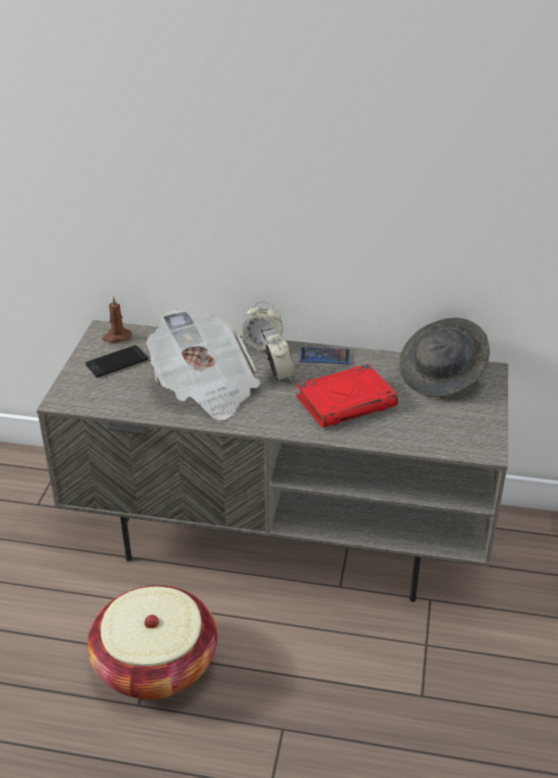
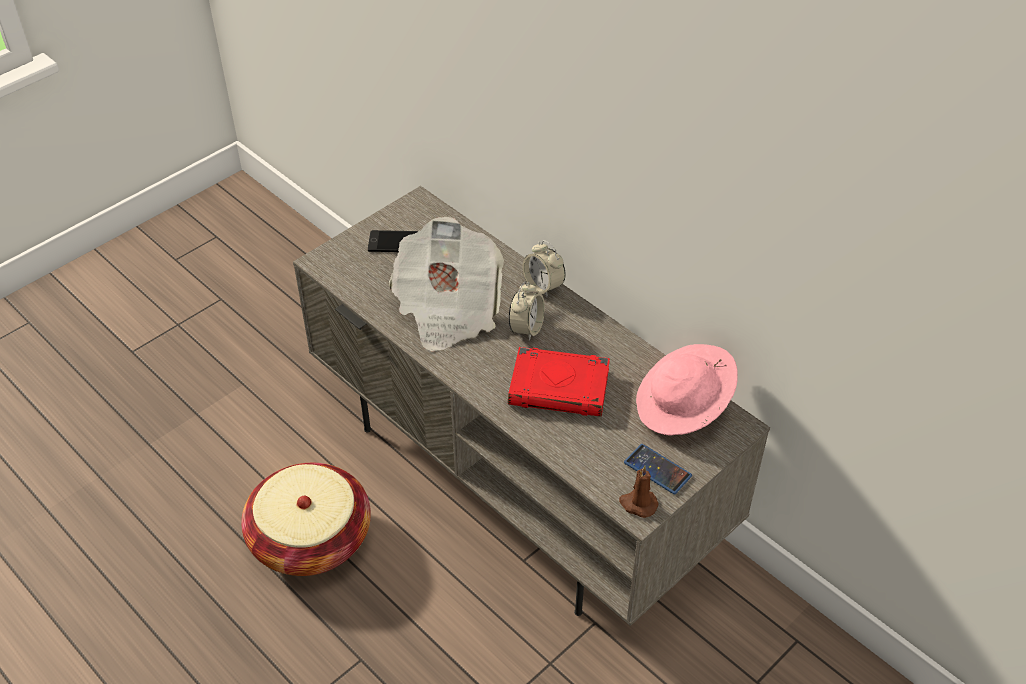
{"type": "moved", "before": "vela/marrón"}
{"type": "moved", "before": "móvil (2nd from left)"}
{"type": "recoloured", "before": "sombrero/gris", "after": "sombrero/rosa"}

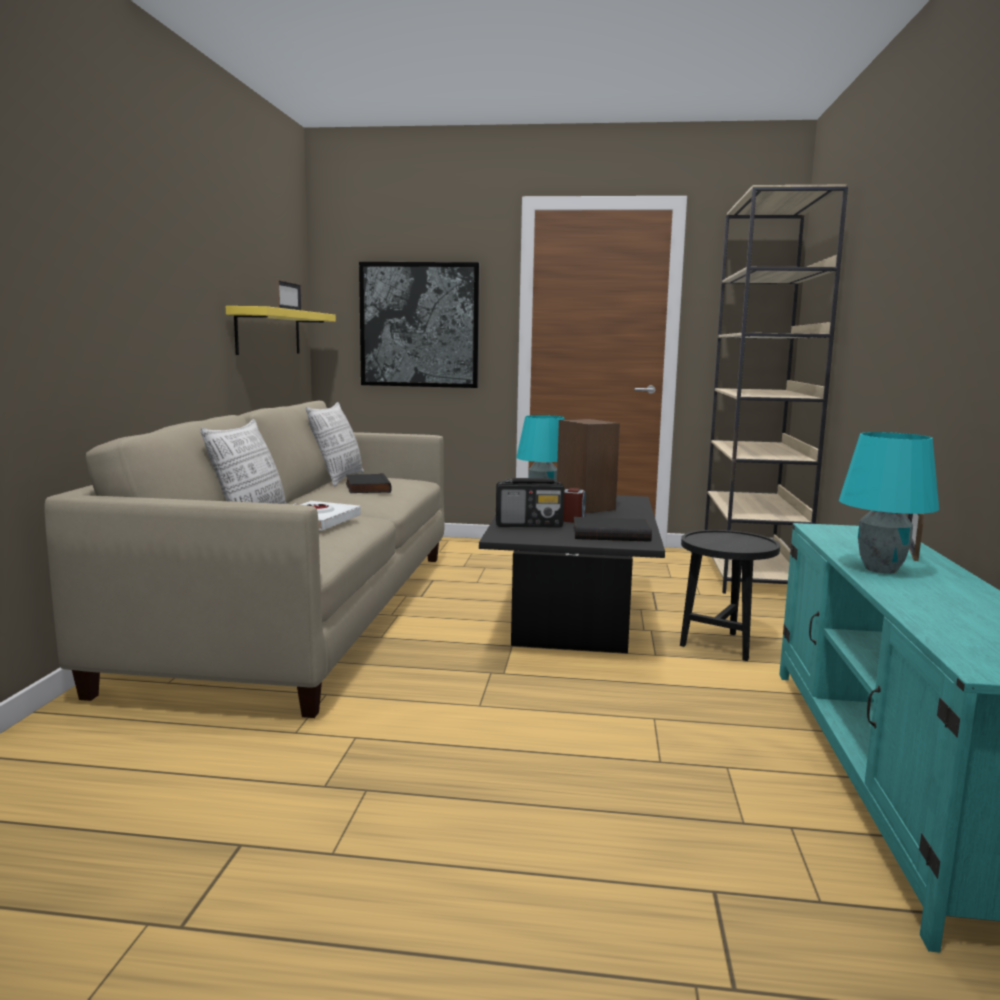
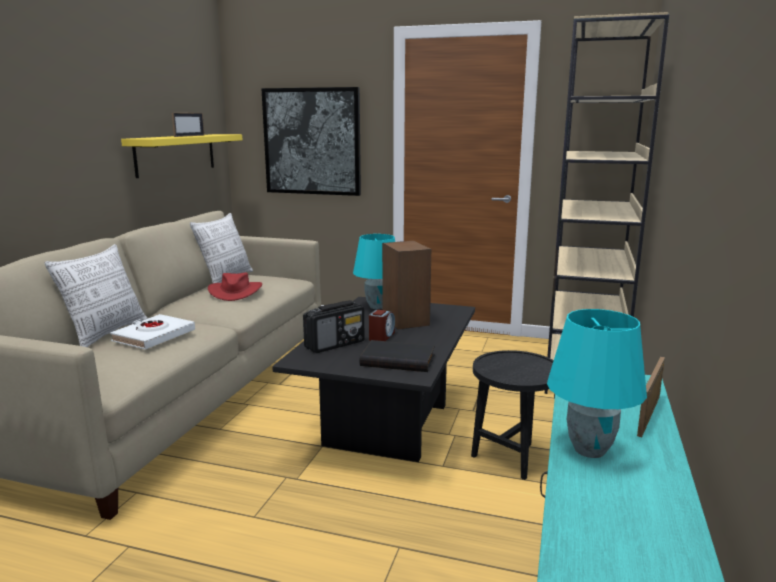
{"type": "replaced", "before": "libro/negro (1st from left)", "after": "sombrero/rojo"}
{"type": "turned", "before": "radio", "turn": -45}

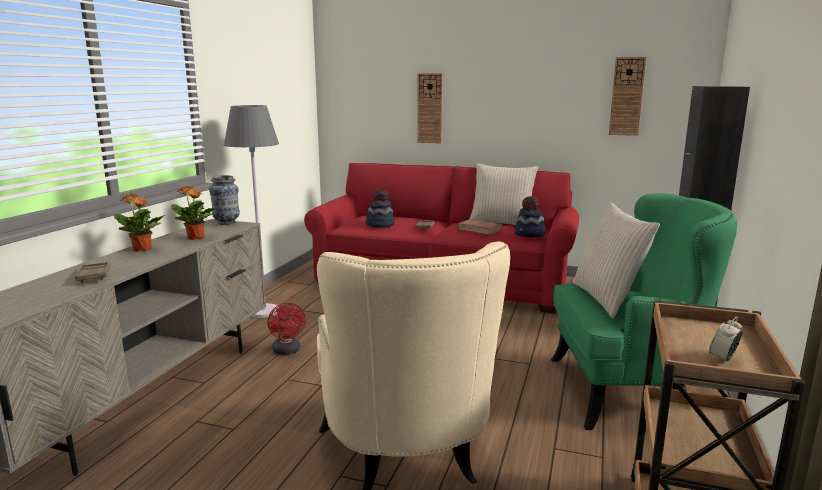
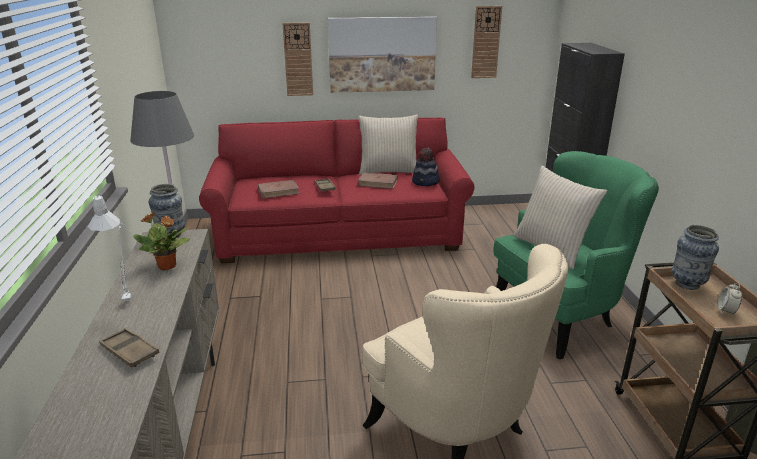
{"type": "replaced", "before": "planta en maceta (1st from left)", "after": "lámpara de mesa/gris"}
{"type": "replaced", "before": "sombrero (1st from left)", "after": "libro/marrón (1st from left)"}
{"type": "added", "after": "cuadro"}
{"type": "added", "after": "florero (2nd from left)"}
{"type": "removed", "before": "ventilador/rojo"}

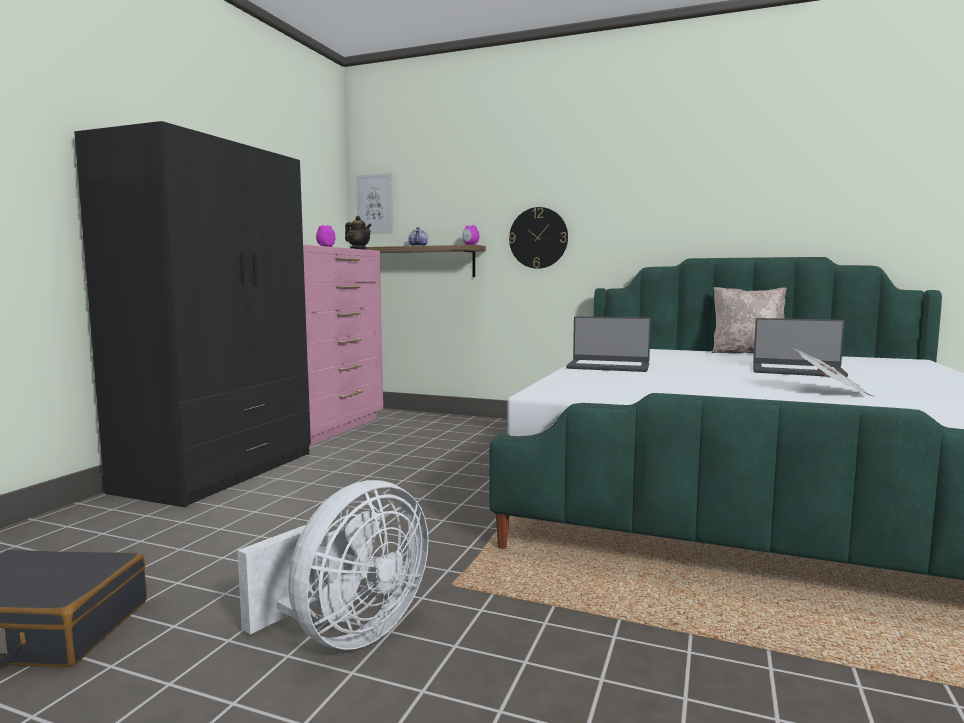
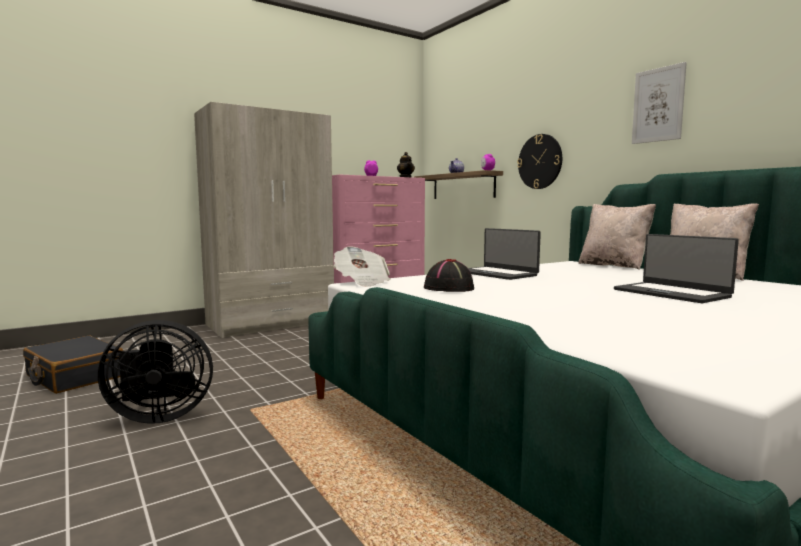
{"type": "recoloured", "before": "ventilador/blanco", "after": "ventilador/negro"}
{"type": "recoloured", "before": "armario ropero/negro", "after": "armario ropero/beis"}
{"type": "moved", "before": "periódico"}
{"type": "added", "after": "sombrero/negro"}
{"type": "added", "after": "cojín/beis (1st from left)"}
{"type": "moved", "before": "cuadro"}

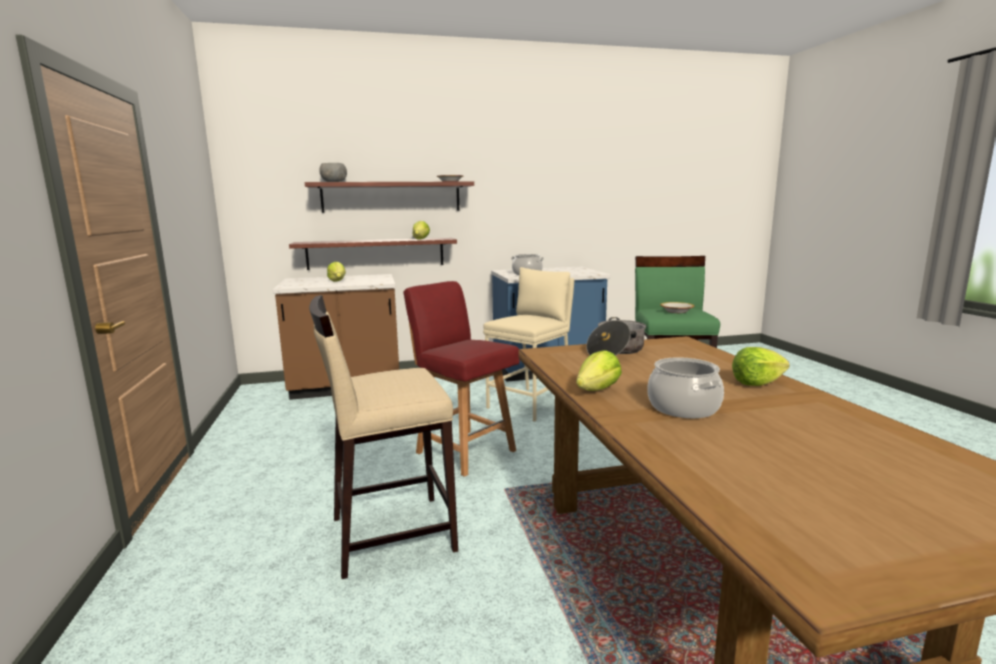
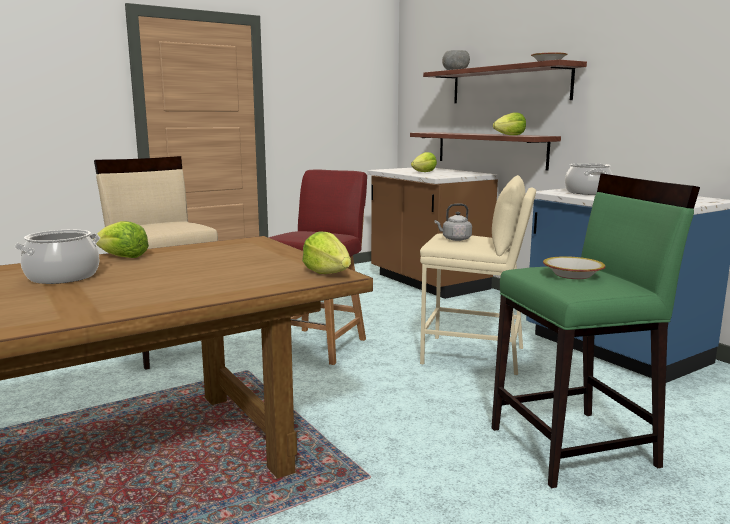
{"type": "moved", "before": "lechuga (4th from left in the first image)", "after": "lechuga (2nd from left)"}
{"type": "added", "after": "hervidor/gris"}
{"type": "removed", "before": "olla (2nd from left)"}

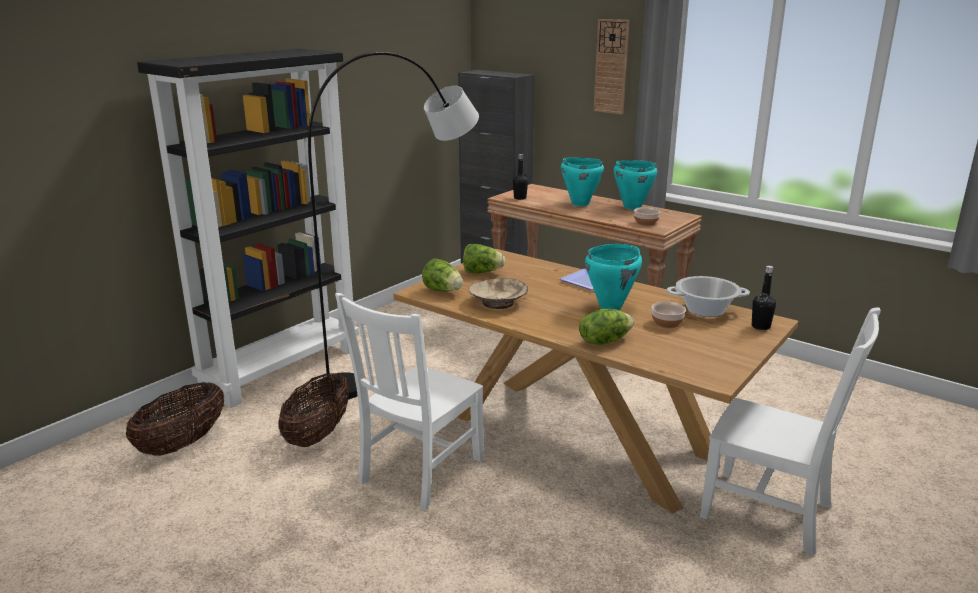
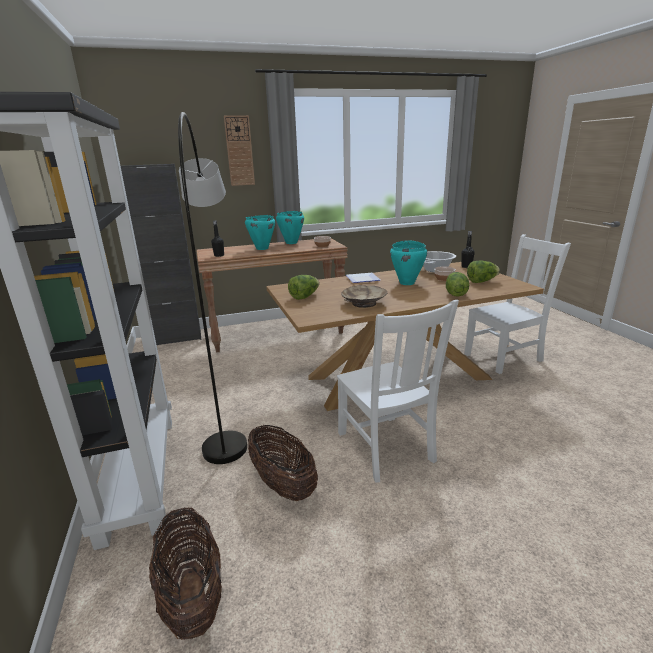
{"type": "moved", "before": "lechuga (1st from left in the first image)", "after": "lechuga (3rd from left)"}

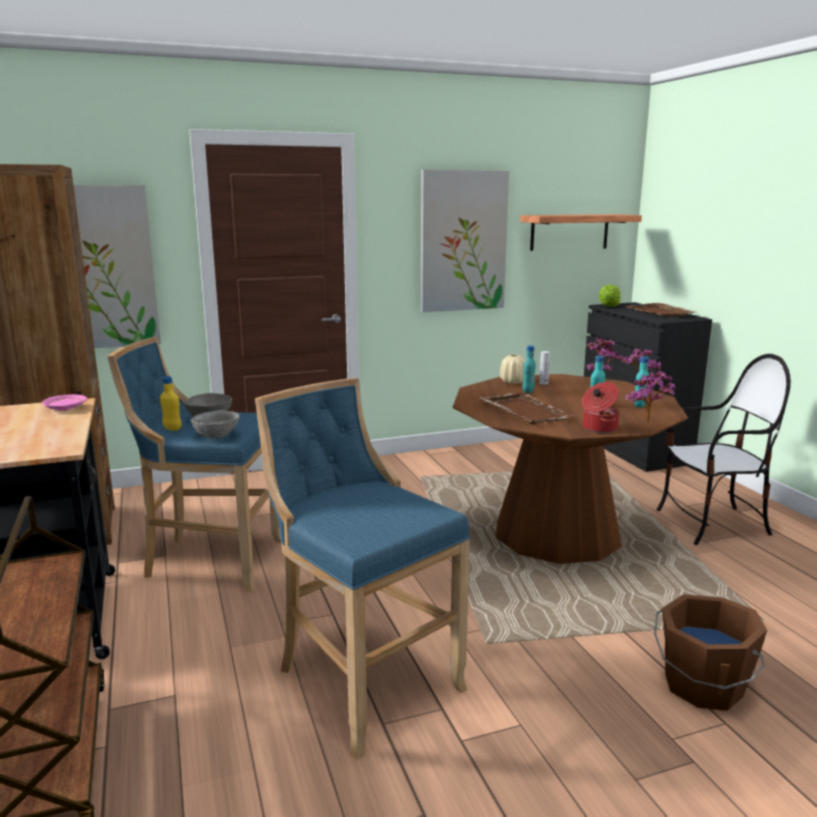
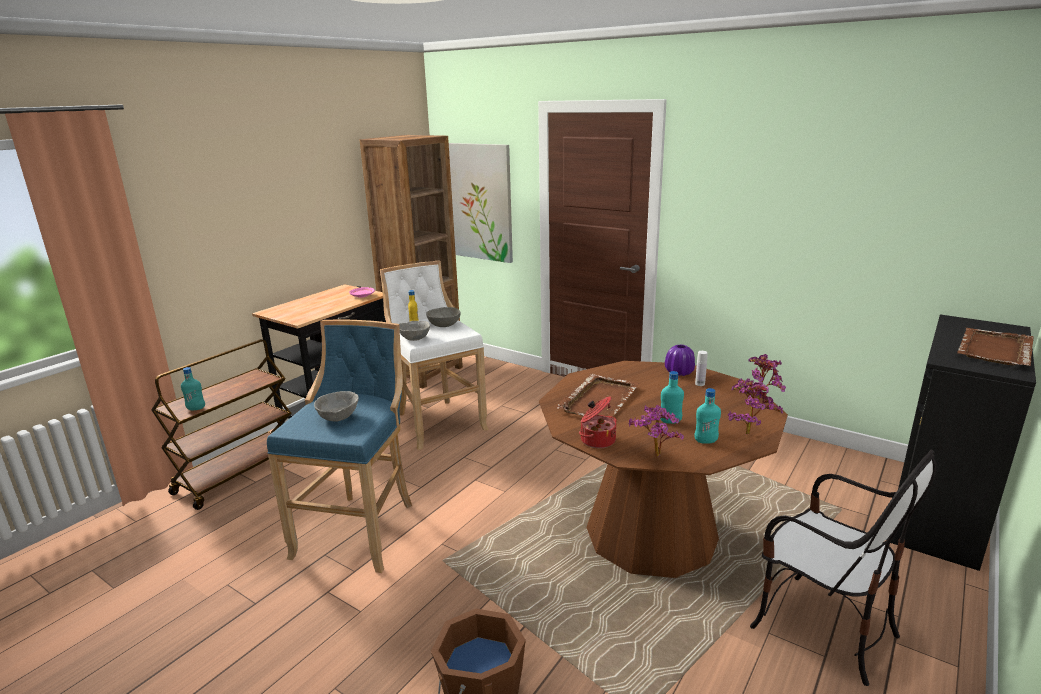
{"type": "moved", "before": "botella/turquesa (1st from left)"}
{"type": "added", "after": "cuenco/gris (1st from left)"}
{"type": "recoloured", "before": "taburete/azul (1st from left)", "after": "taburete/blanco"}
{"type": "recoloured", "before": "florero/beis", "after": "florero/morado"}
{"type": "removed", "before": "cuadro (2nd from left)"}
{"type": "removed", "before": "estante"}
{"type": "removed", "before": "lechuga"}

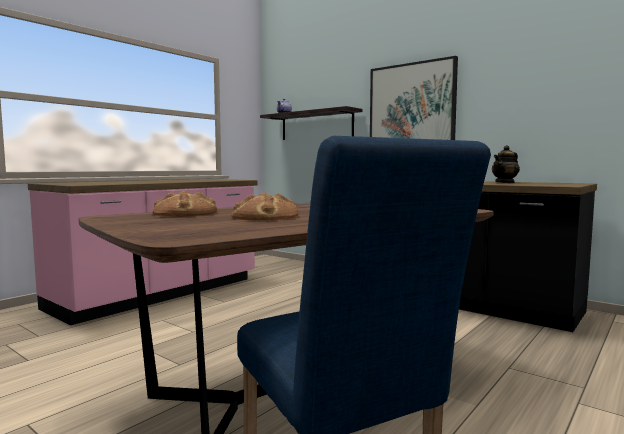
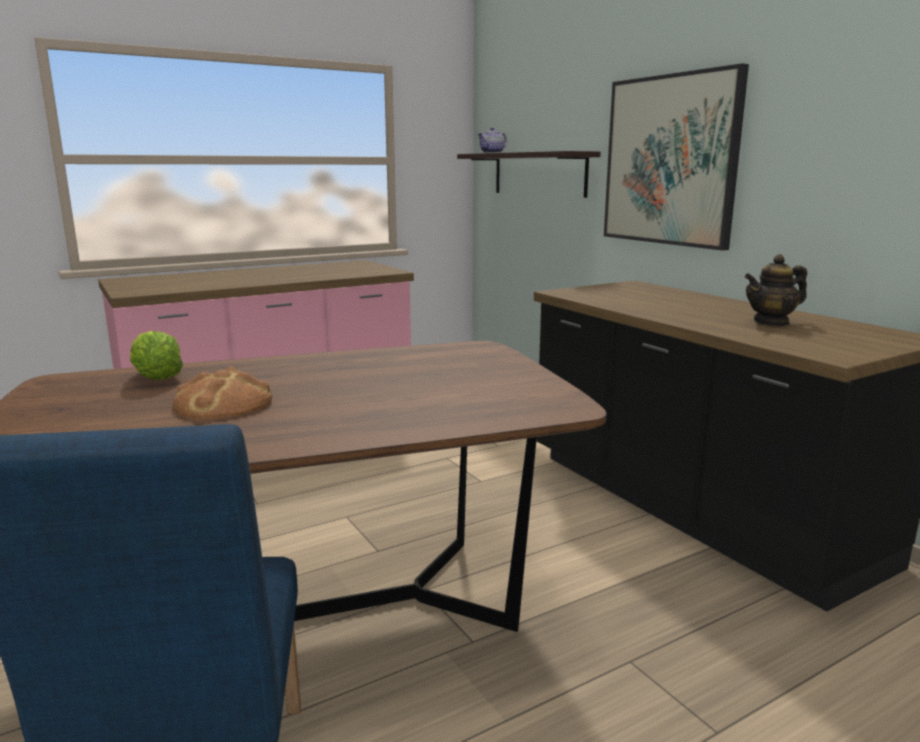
{"type": "replaced", "before": "pan (1st from left)", "after": "lechuga"}

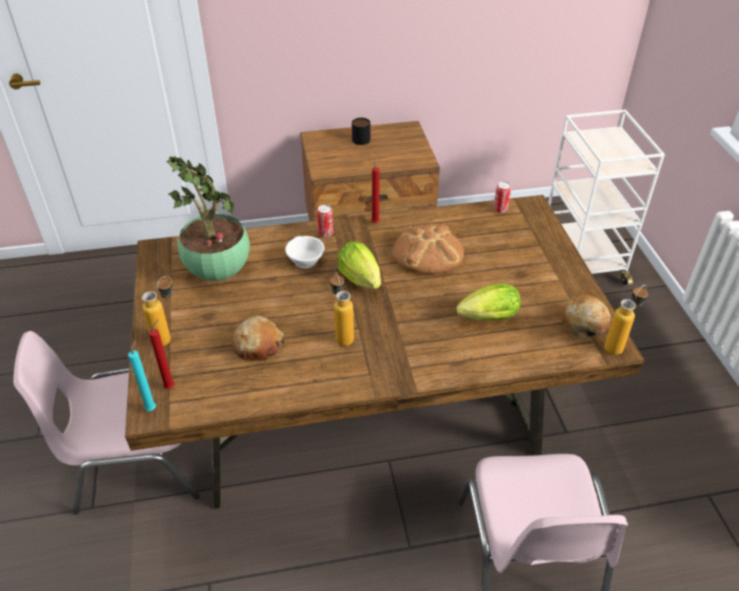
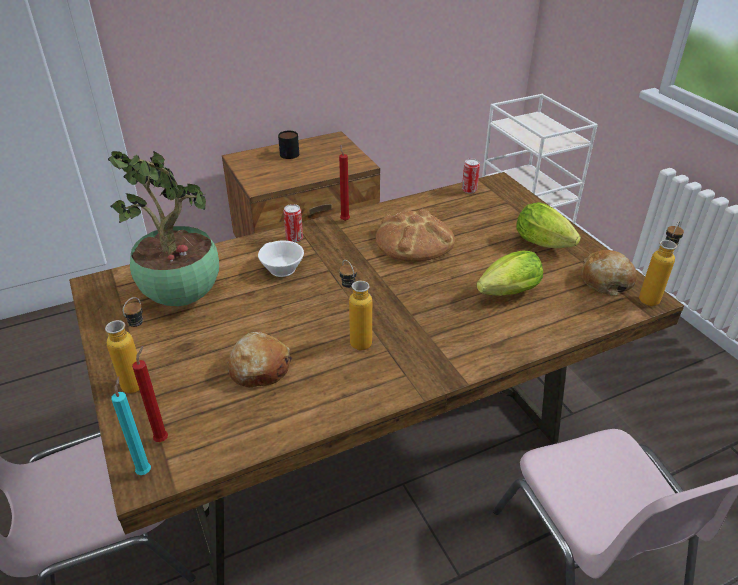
{"type": "moved", "before": "lechuga (1st from left in the first image)", "after": "lechuga (2nd from left)"}

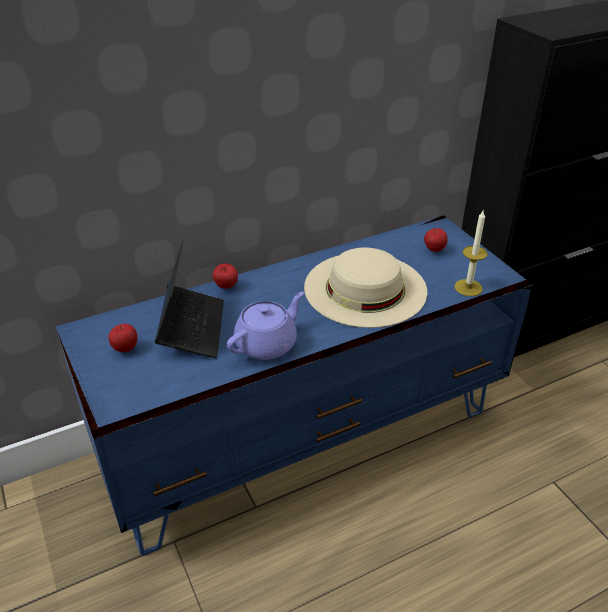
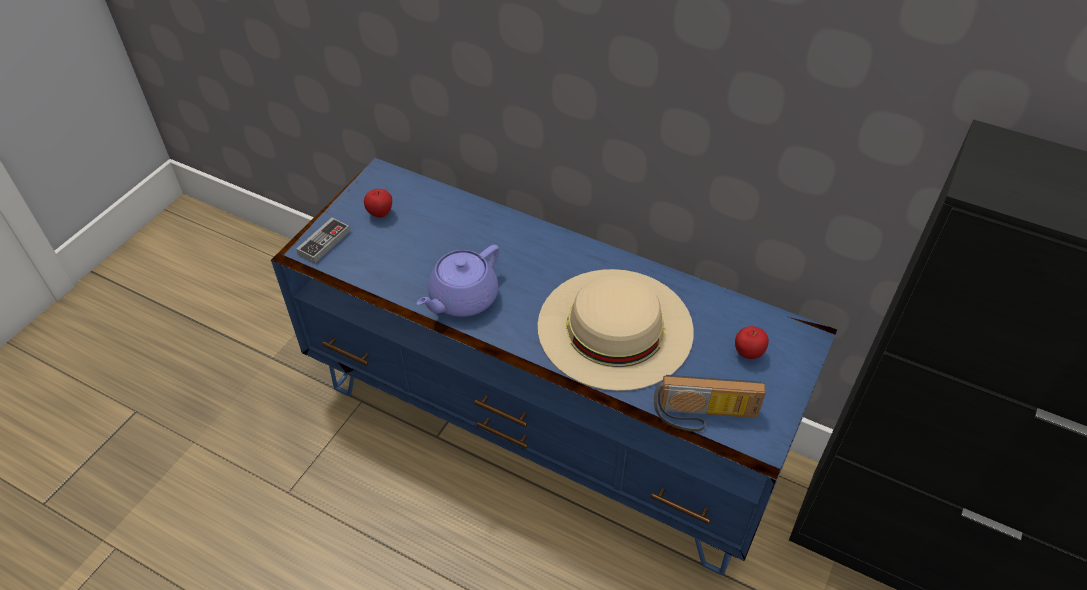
{"type": "added", "after": "mando de consola"}
{"type": "turned", "before": "tetera/morado", "turn": 120}
{"type": "replaced", "before": "vela", "after": "radio"}
{"type": "removed", "before": "portátil"}
{"type": "removed", "before": "manzana (2nd from left)"}

